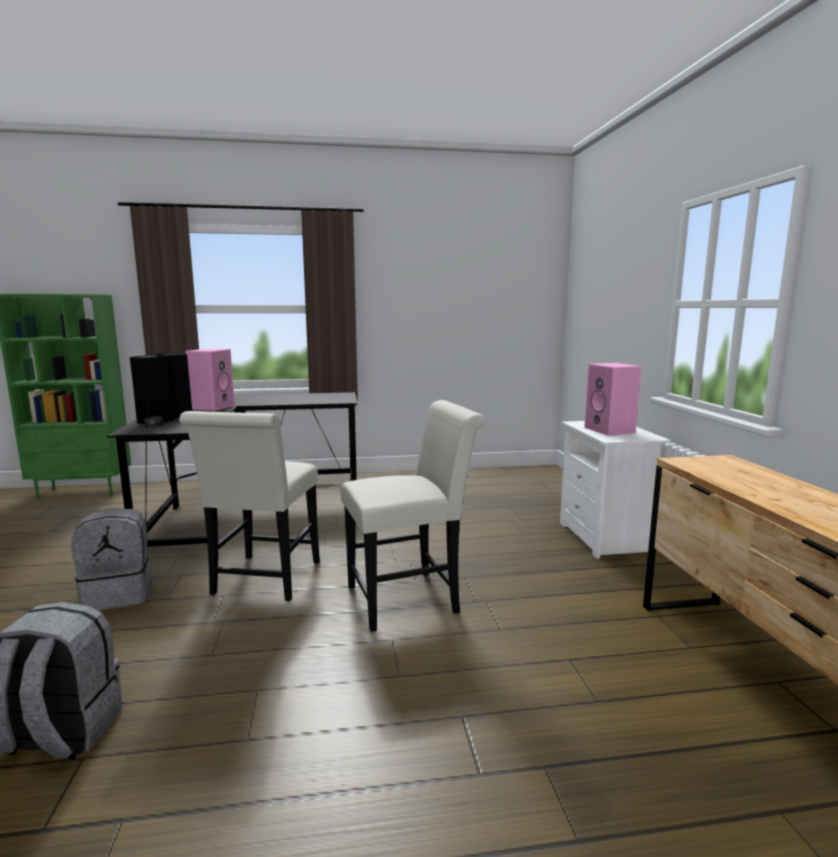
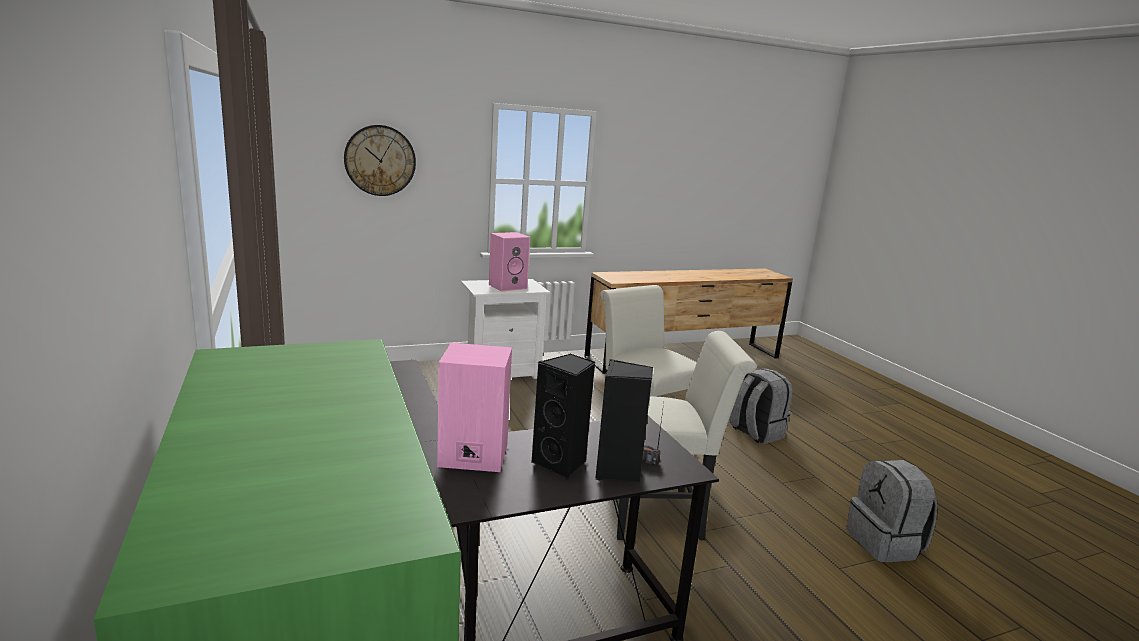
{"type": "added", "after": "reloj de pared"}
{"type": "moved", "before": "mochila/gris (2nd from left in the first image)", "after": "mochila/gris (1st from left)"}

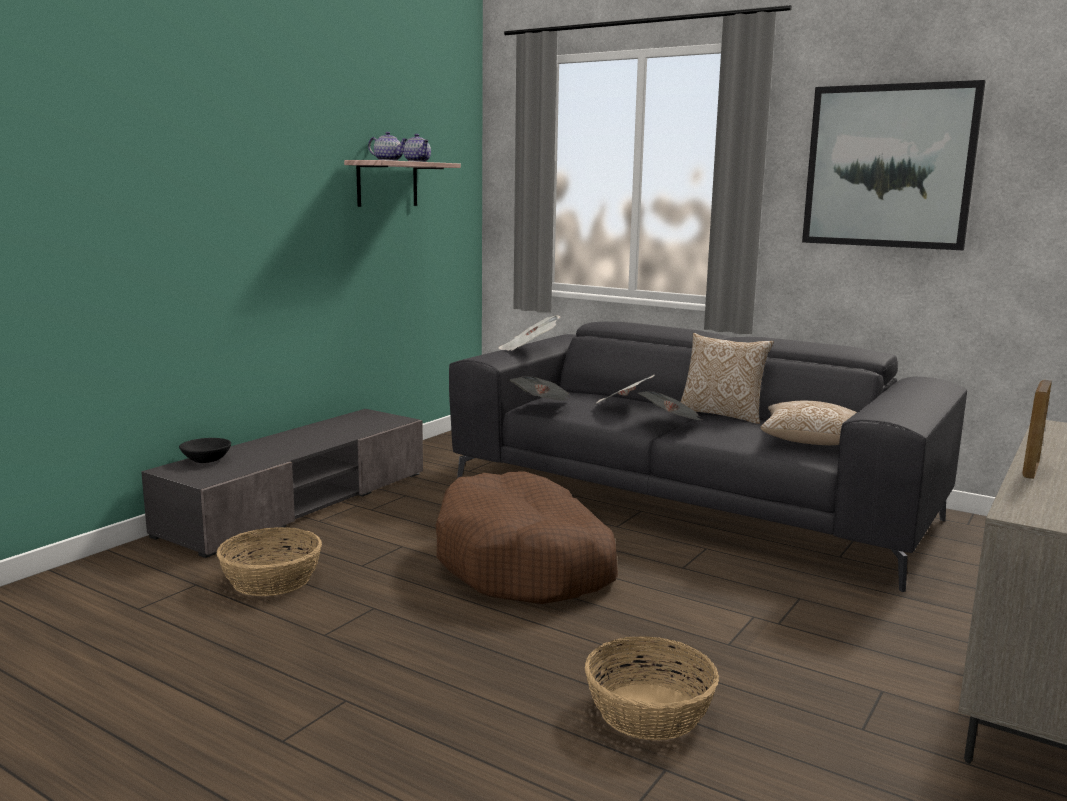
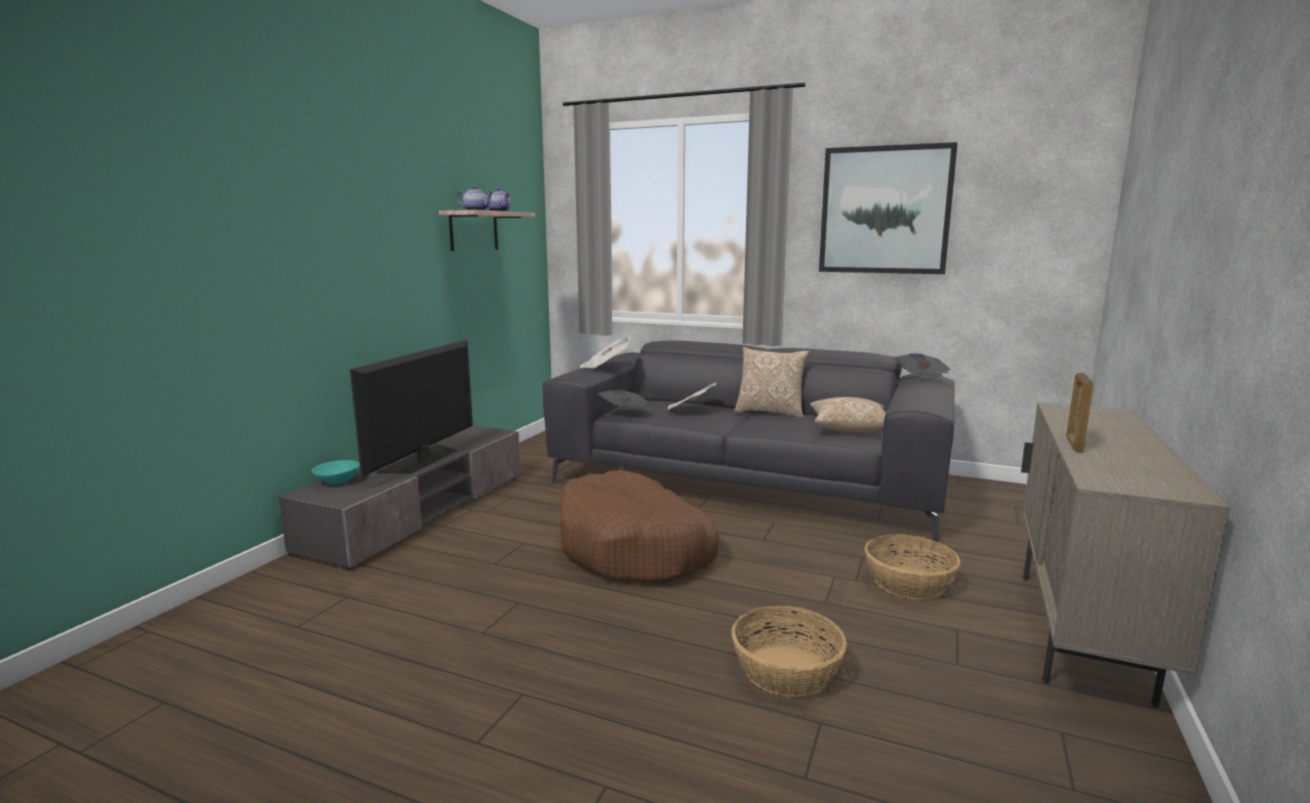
{"type": "recoloured", "before": "cuenco/negro", "after": "cuenco/turquesa"}
{"type": "added", "after": "televisor"}
{"type": "moved", "before": "cesta (1st from left in the first image)", "after": "cesta (2nd from left)"}
{"type": "moved", "before": "periódico (4th from left)"}

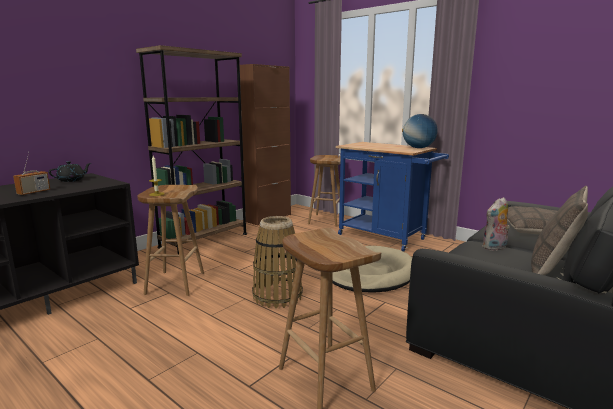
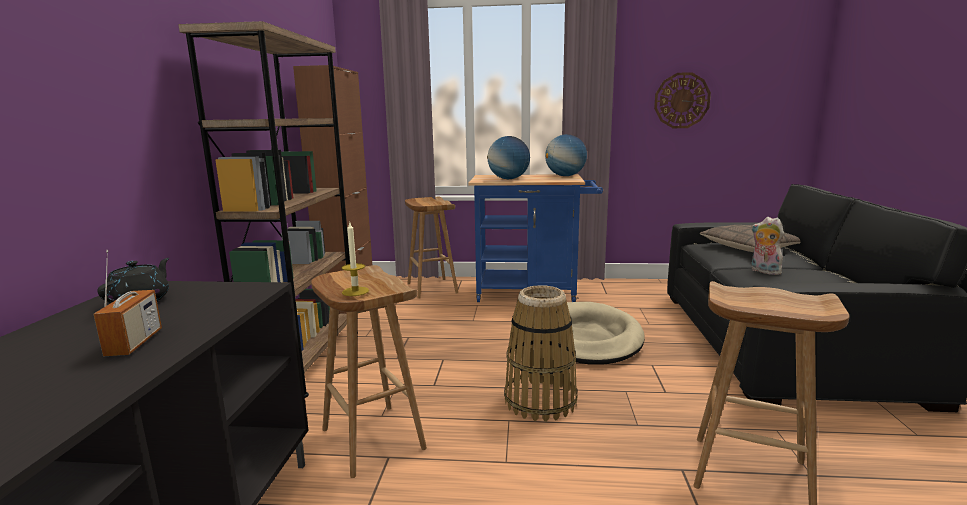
{"type": "added", "after": "globo terráqueo (1st from left)"}
{"type": "added", "after": "reloj de pared"}
{"type": "turned", "before": "peluche", "turn": 120}
{"type": "removed", "before": "cojín (2nd from left)"}

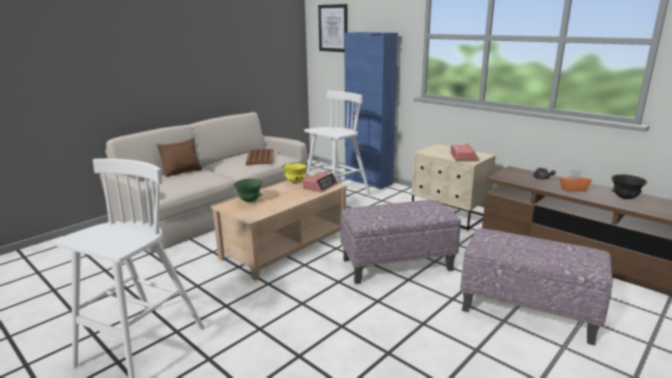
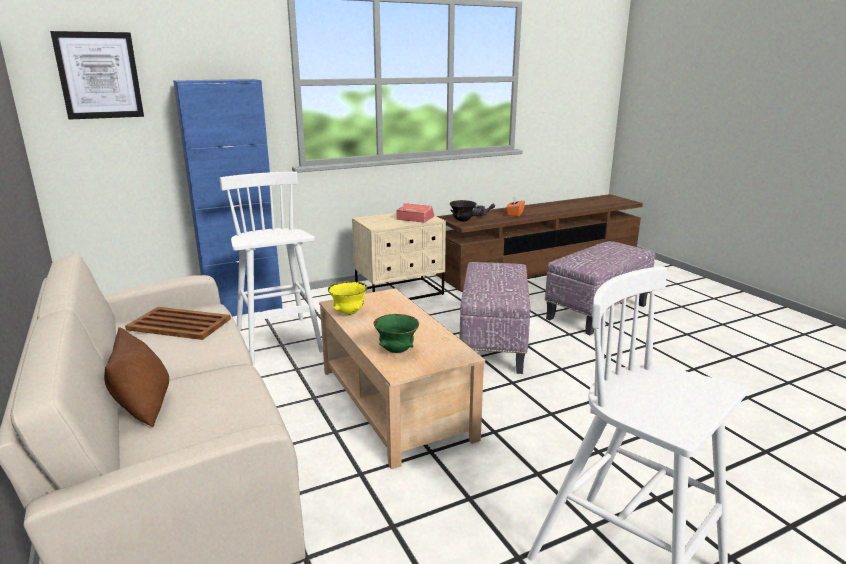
{"type": "moved", "before": "cuenco/negro"}
{"type": "removed", "before": "despertador (1st from left)"}

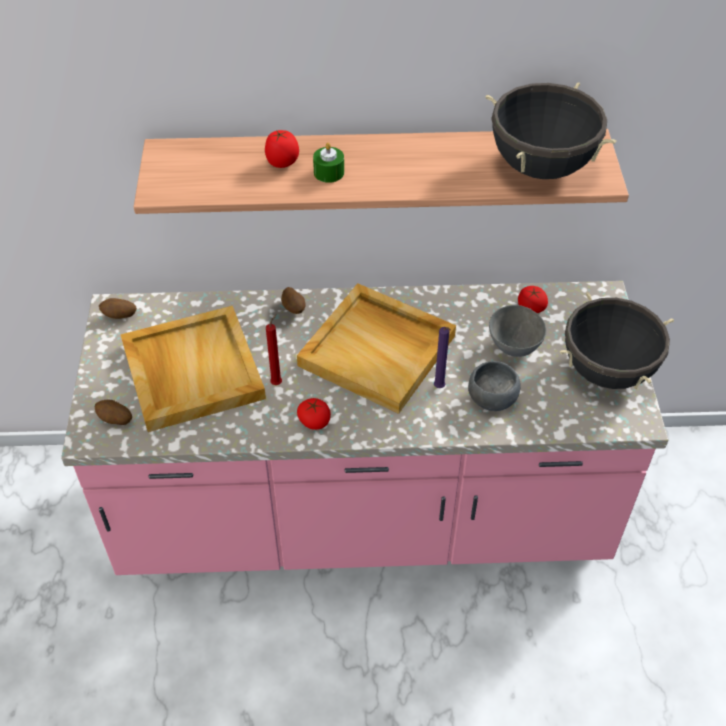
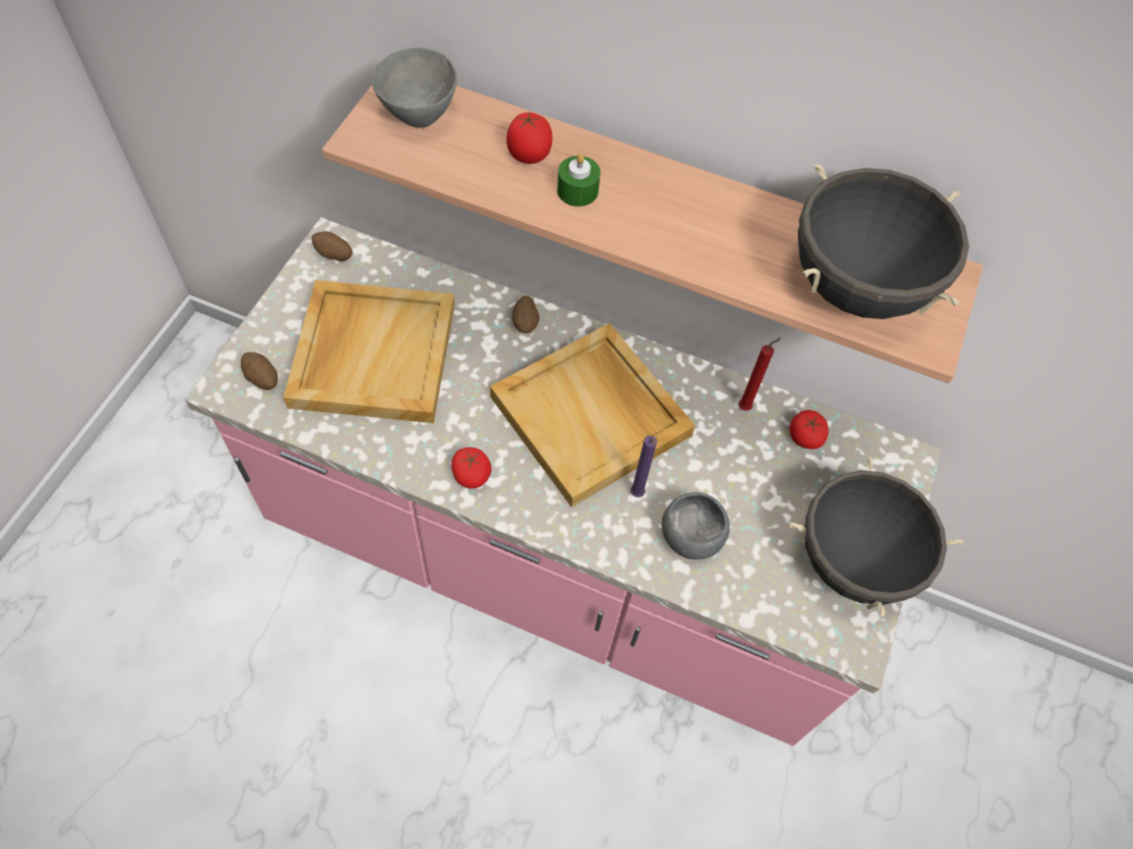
{"type": "moved", "before": "cuenco/gris (2nd from left in the first image)", "after": "cuenco/gris (1st from left)"}
{"type": "moved", "before": "vela/rojo"}

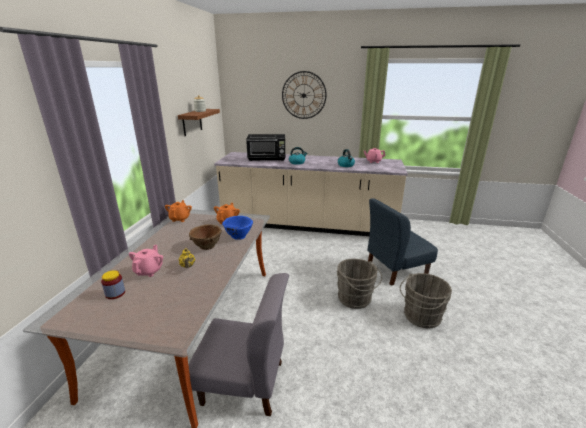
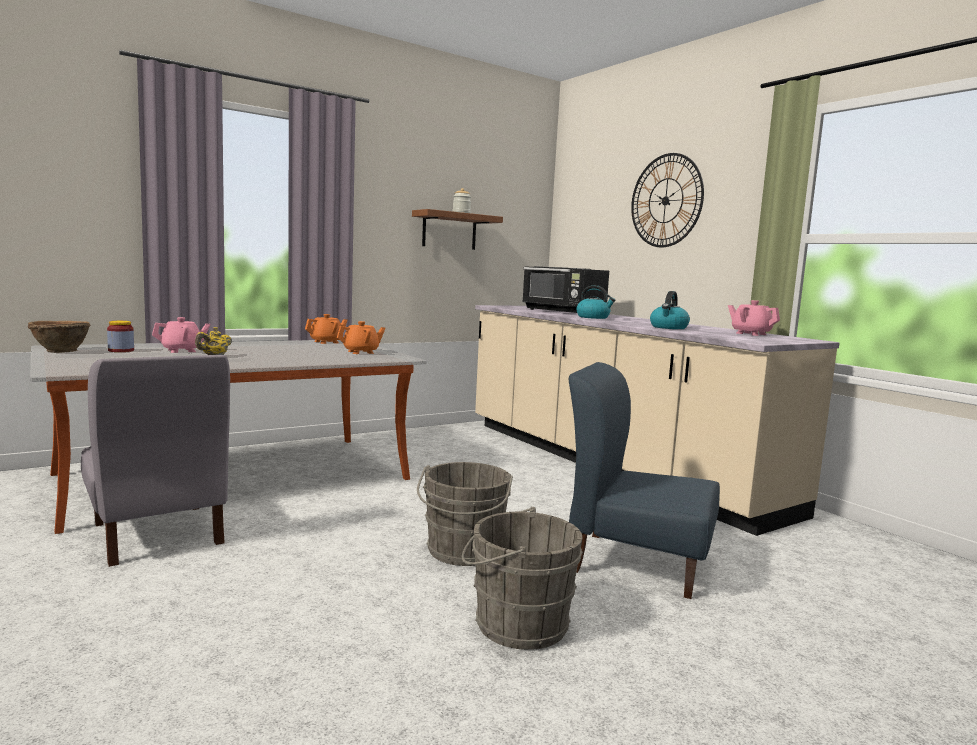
{"type": "moved", "before": "cuenco/marrón"}
{"type": "removed", "before": "cuenco/azul"}

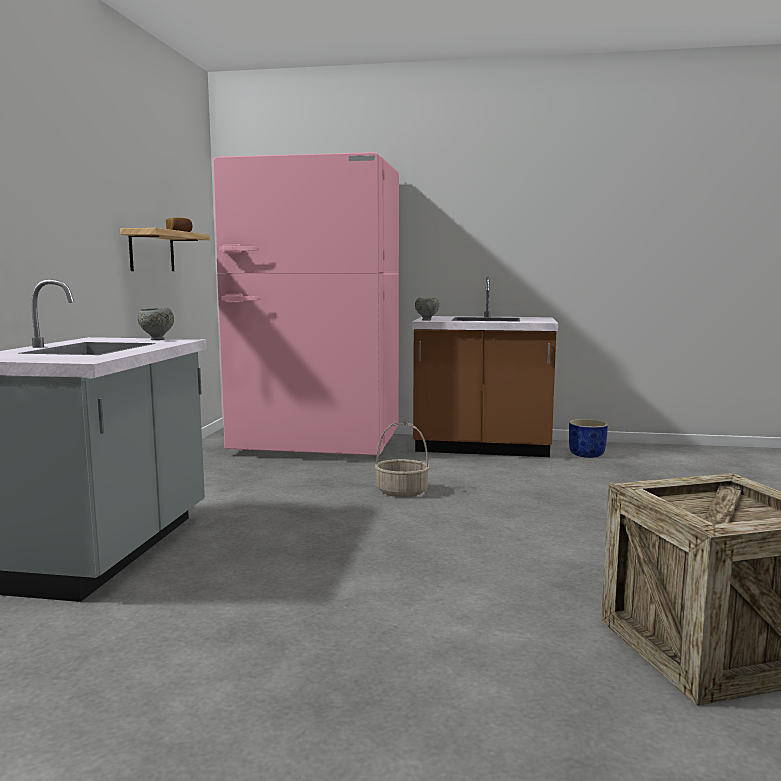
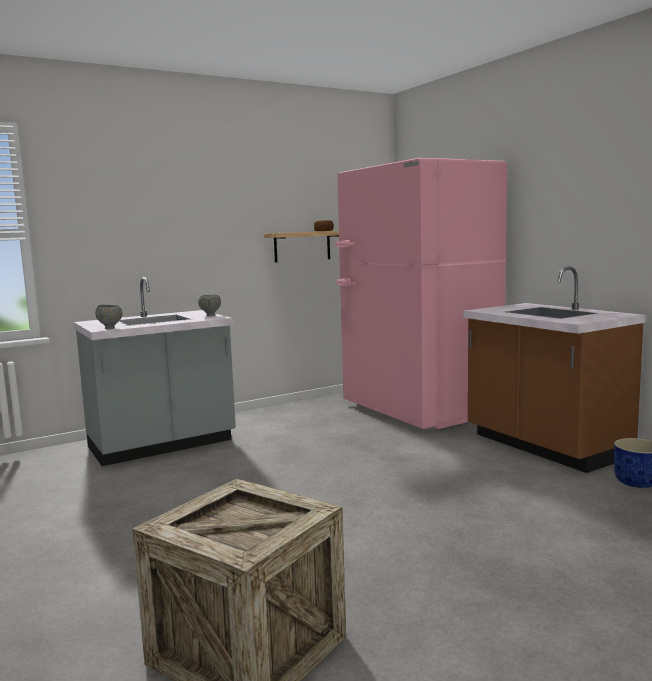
{"type": "moved", "before": "cuenco/gris (2nd from left in the first image)", "after": "cuenco/gris (1st from left)"}
{"type": "removed", "before": "cesta"}

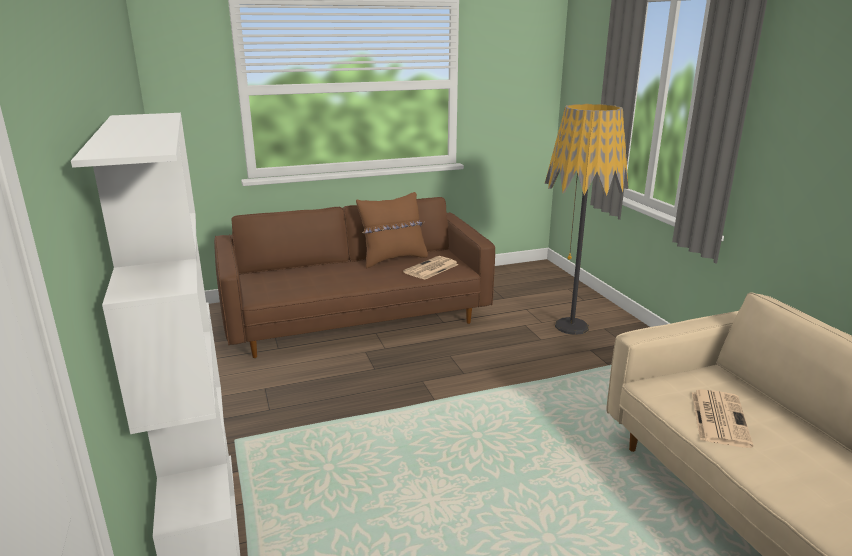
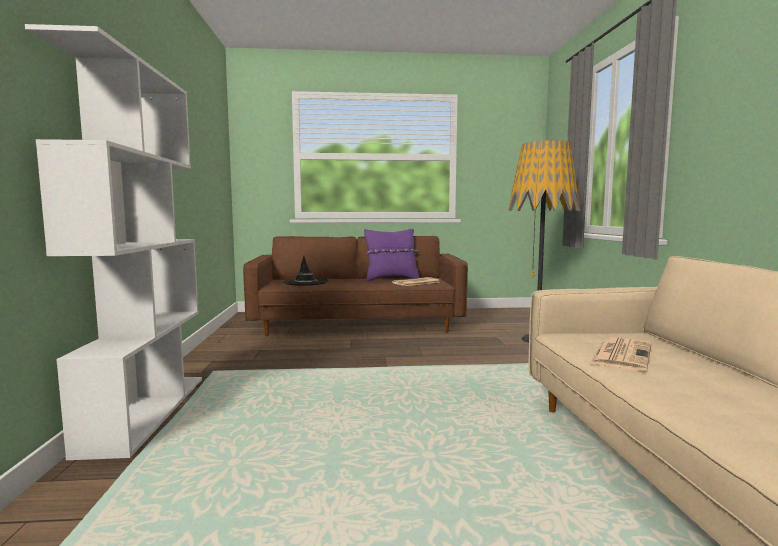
{"type": "added", "after": "sombrero/negro"}
{"type": "recoloured", "before": "cojín/marrón", "after": "cojín/morado"}

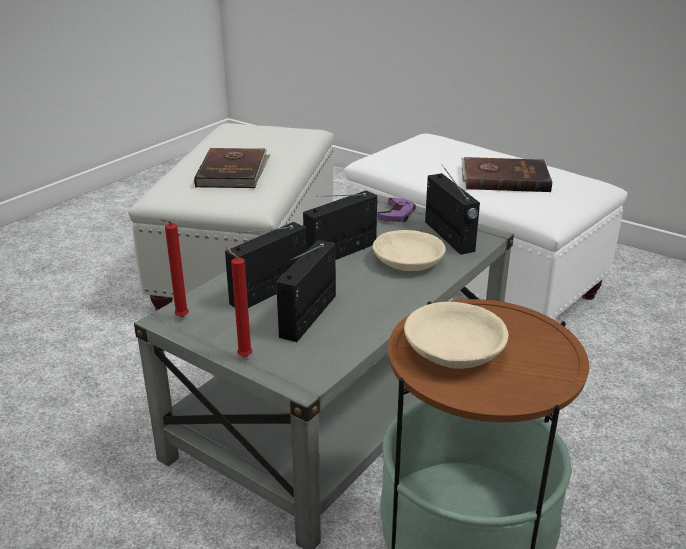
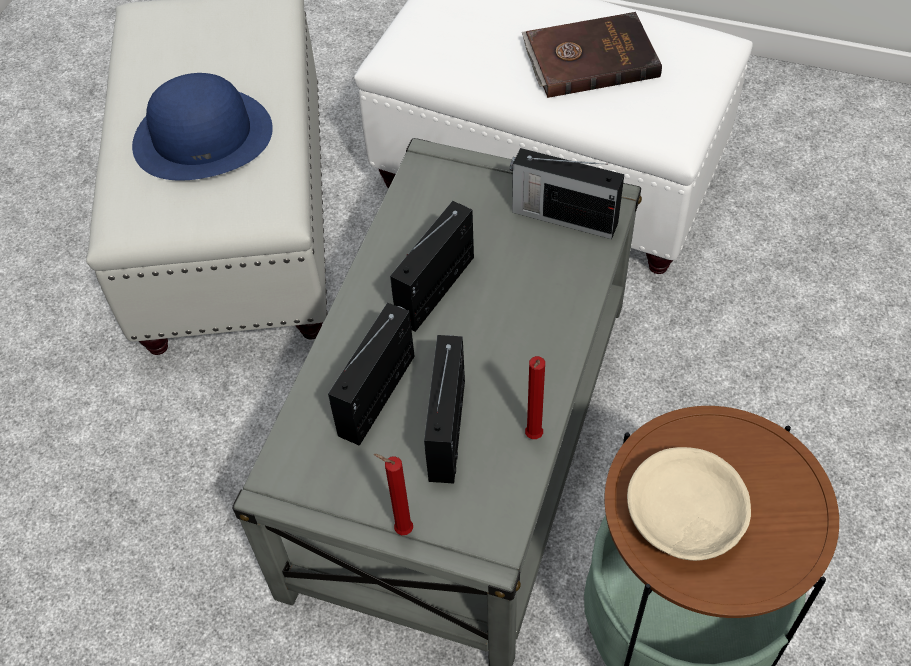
{"type": "replaced", "before": "libro/marrón (1st from left)", "after": "sombrero/azul"}
{"type": "turned", "before": "radio (4th from left)", "turn": 150}
{"type": "moved", "before": "vela/rojo (1st from left in the first image)", "after": "vela/rojo (2nd from left)"}
{"type": "removed", "before": "cuenco/beis (1st from left)"}
{"type": "removed", "before": "mando de consola/morado"}

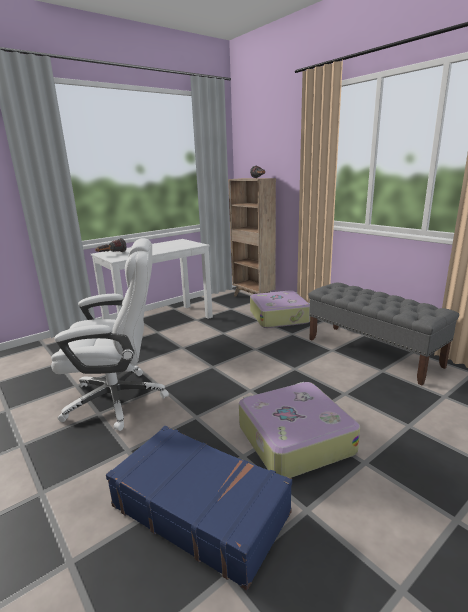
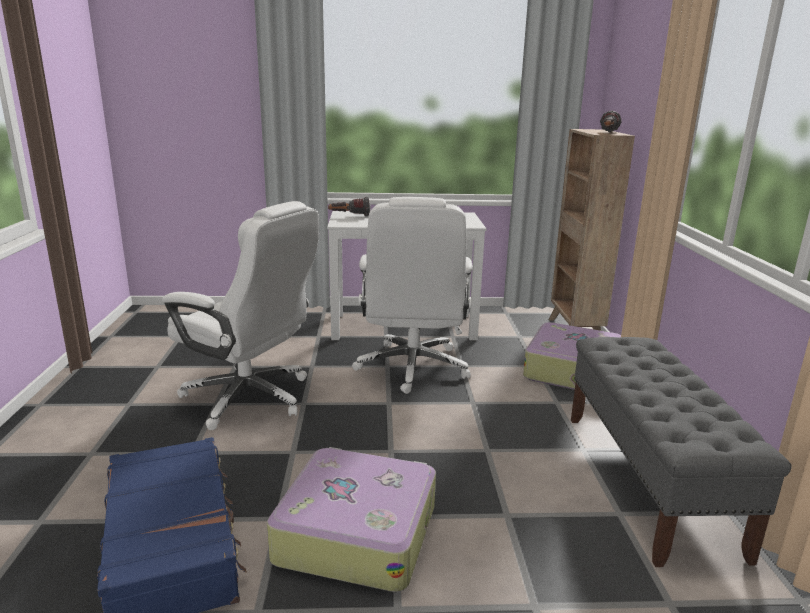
{"type": "added", "after": "silla de oficina/blanco (2nd from left)"}

